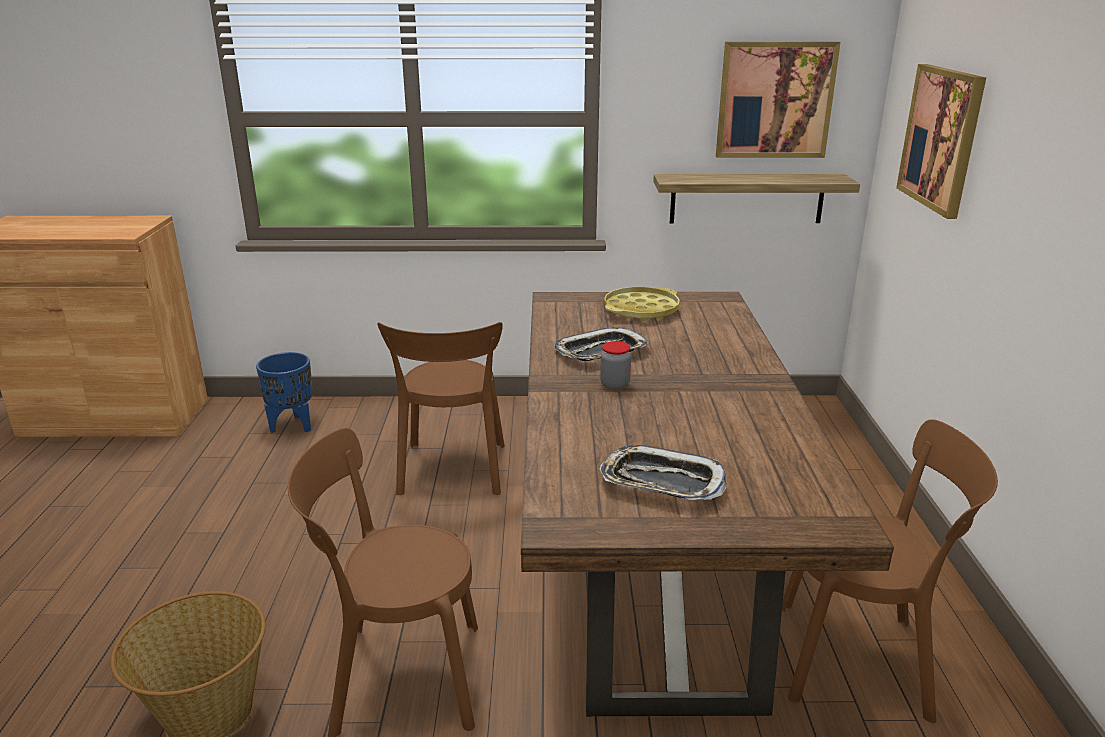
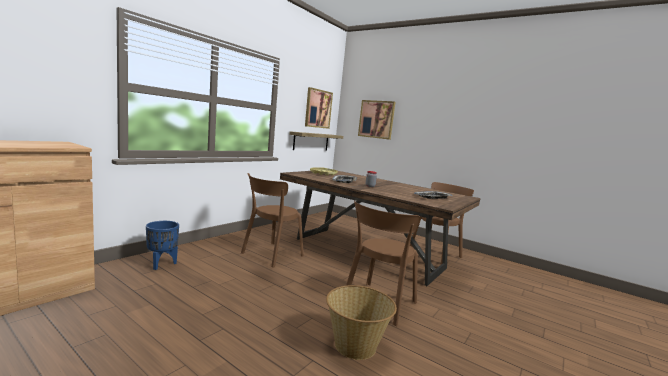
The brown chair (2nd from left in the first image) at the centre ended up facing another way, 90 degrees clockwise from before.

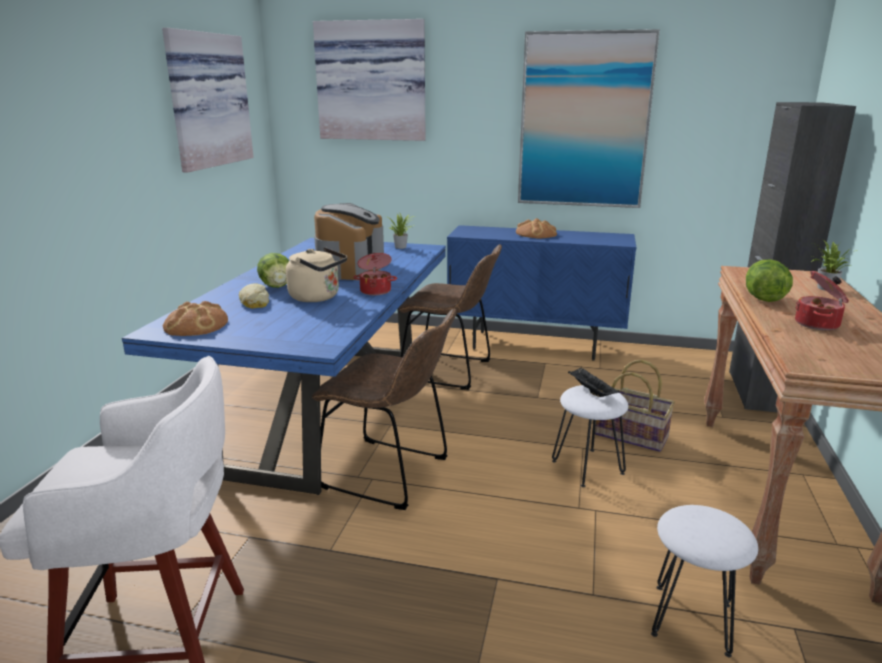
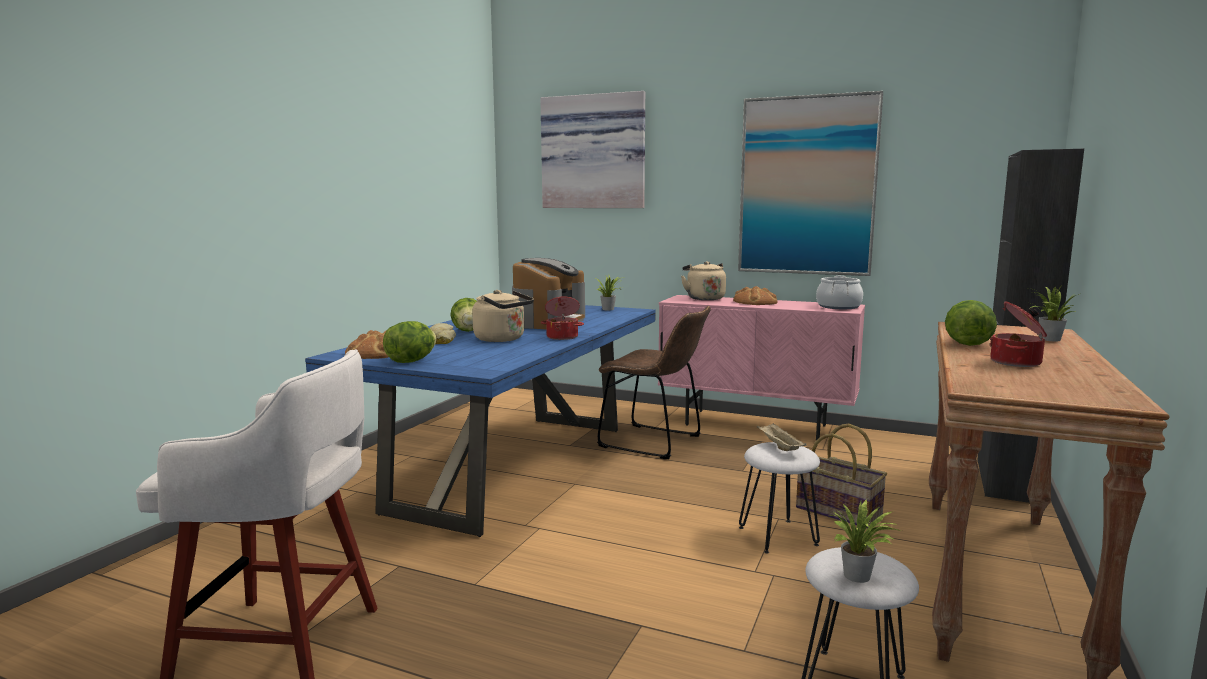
The second view gained the lettuce (1st from left) at the centre. What was the blue cabinet at the centre turned into the pink cabinet at the centre. The second view gained the beige kettle (2nd from left) at the centre. What was the black tray at the middle right turned into the beige tray at the centre. The second view gained the cooking pot (2nd from left) at the middle right. The second view gained the potted plant (2nd from left) at the bottom right. The second view lost the picture (1st from left) at the top left. The second view lost the brown chair (1st from left) at the centre.

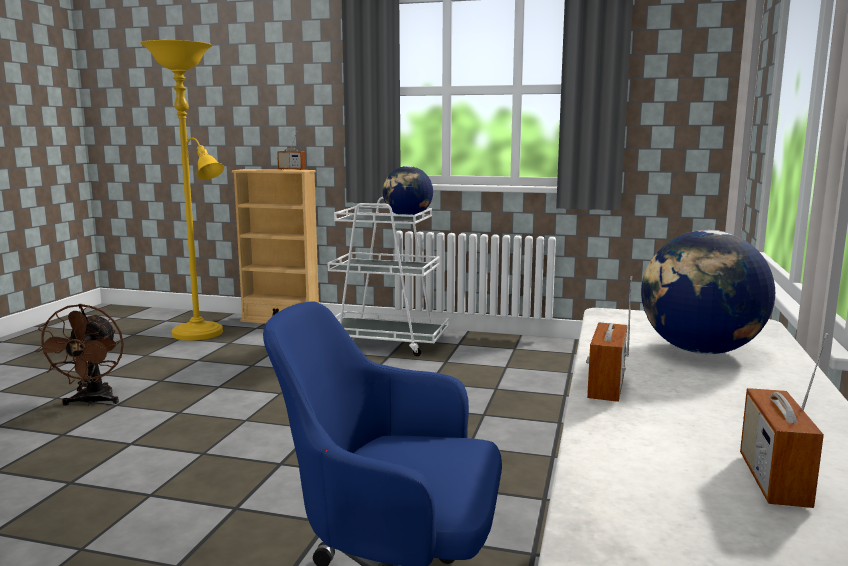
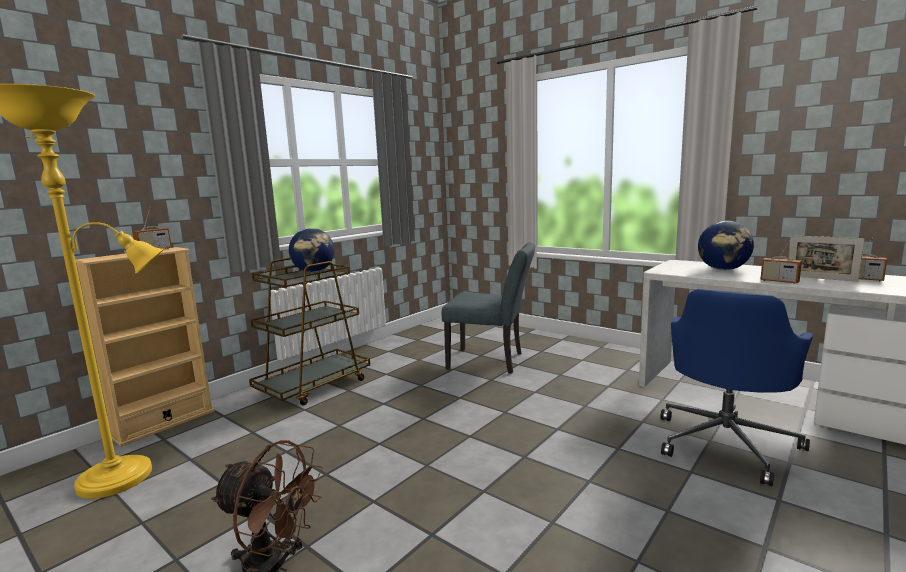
What was the white cart at the centre turned into the brown cart at the centre. The second view gained the grey chair at the centre. The second view gained the picture frame at the middle right.

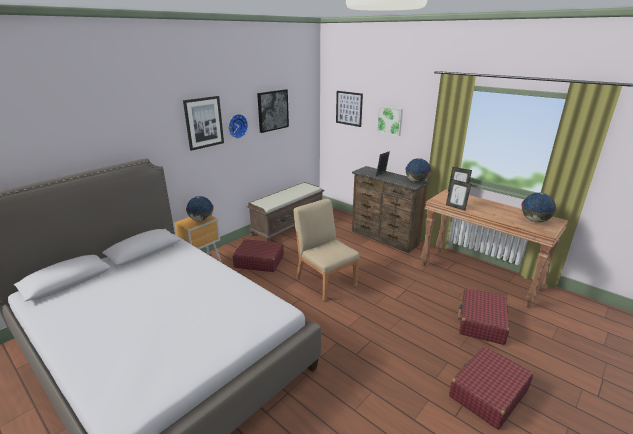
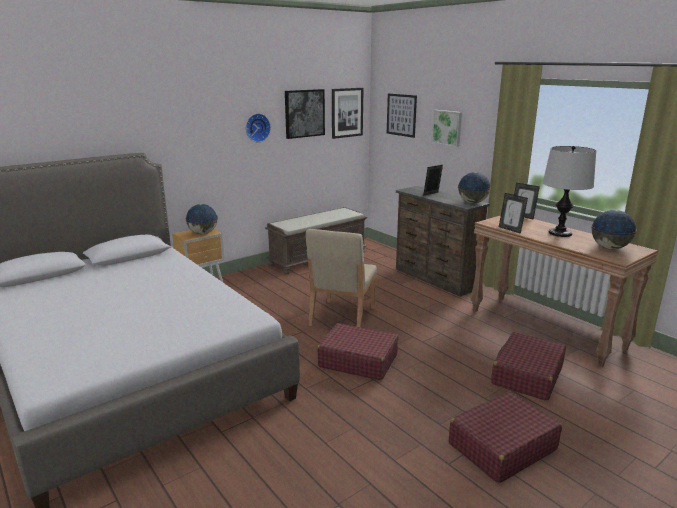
The beige chair at the centre ended up facing another way, 135 degrees counterclockwise from before. The red suitcase (1st from left) ended up elsewhere, having gone from the centre to the bottom centre. The picture (1st from left in the first image) ended up elsewhere, having gone from the top left to the top centre. The second view gained the table lamp at the middle right.

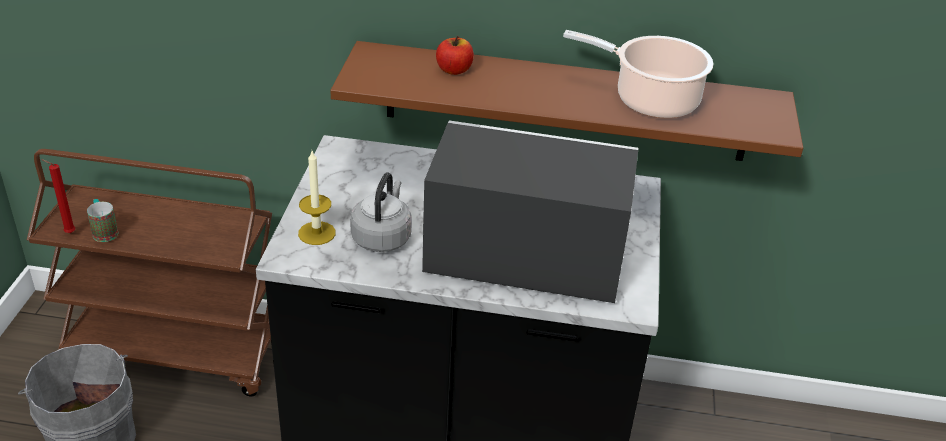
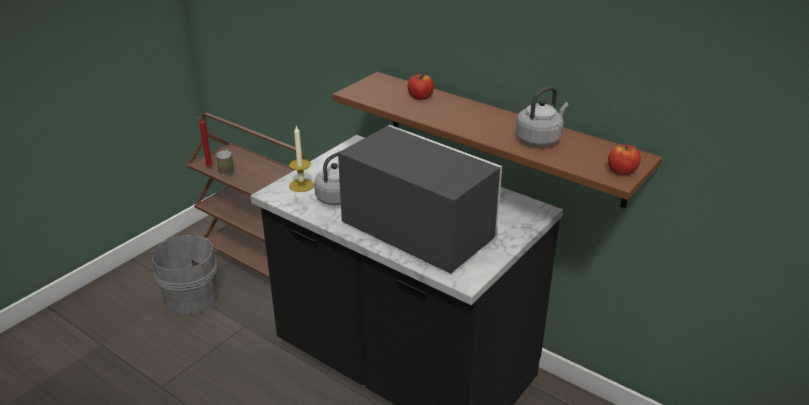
Where the cooking pot stood at the top right, the grey kettle (2nd from left) came to stand at the top right. The second view gained the apple (2nd from left) at the middle right.

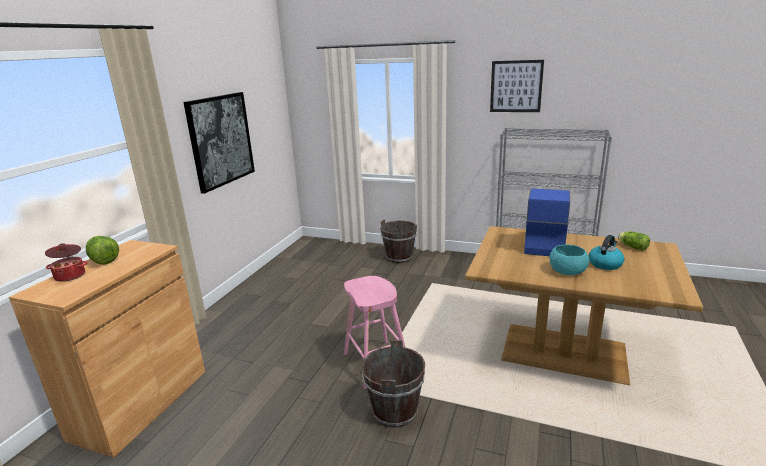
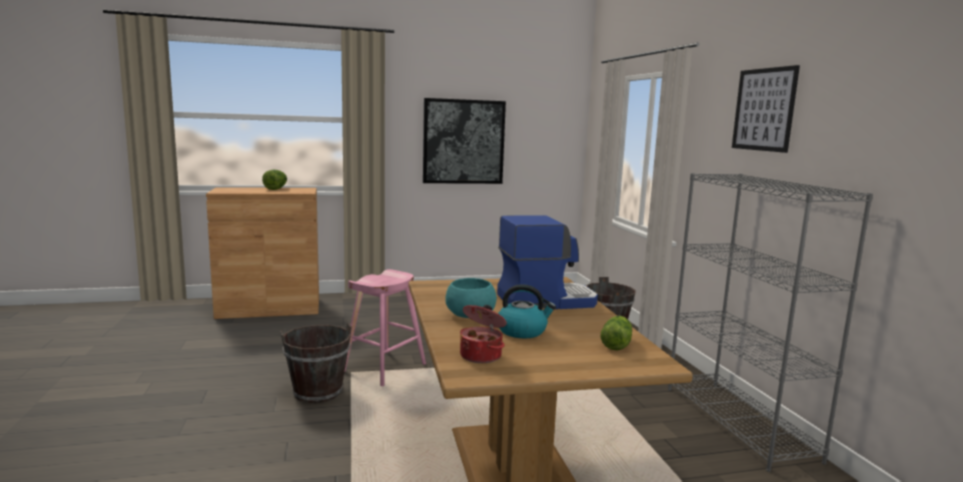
The cooking pot ended up elsewhere, having gone from the middle left to the bottom centre.

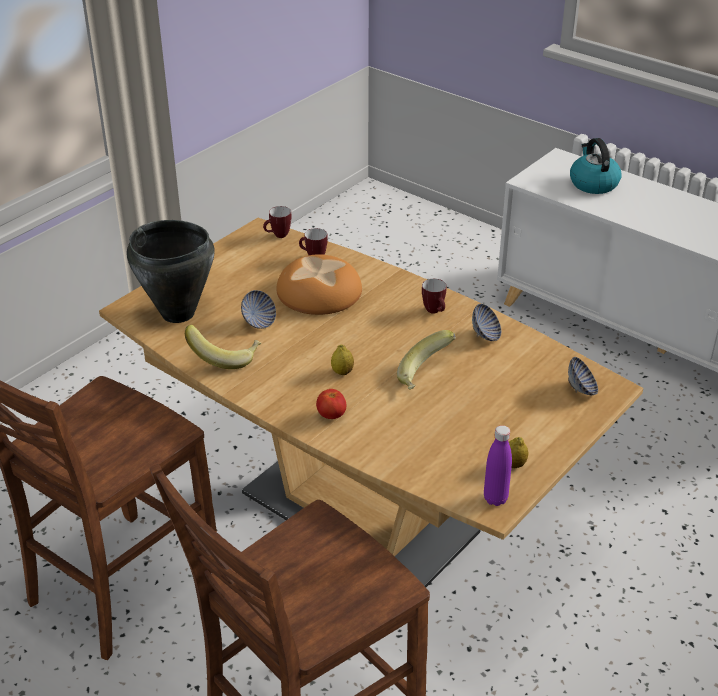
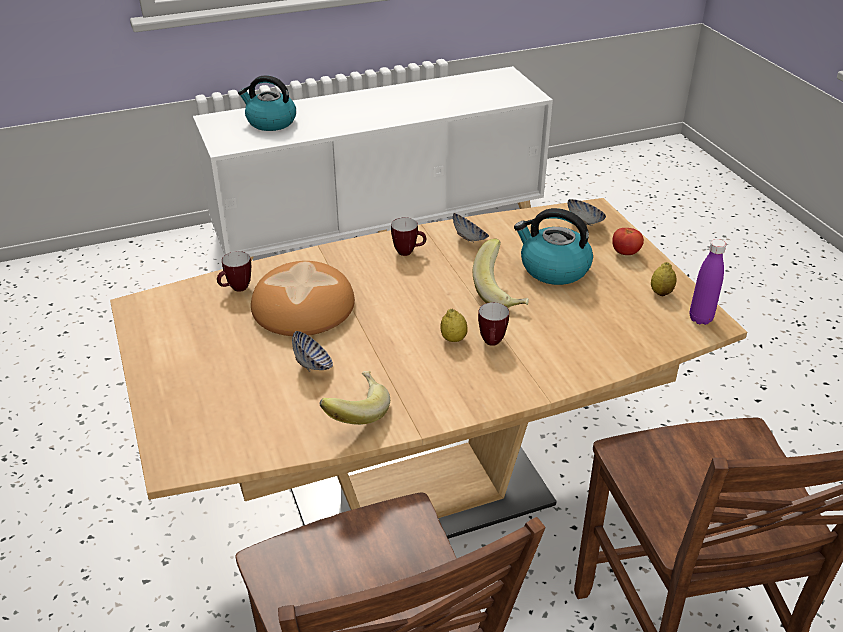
The mug (1st from left in the first image) ended up elsewhere, having gone from the top centre to the centre. The second view gained the kettle (2nd from left) at the centre. The tomato ended up elsewhere, having gone from the centre to the middle right. The second view lost the black cooking pot at the middle left.

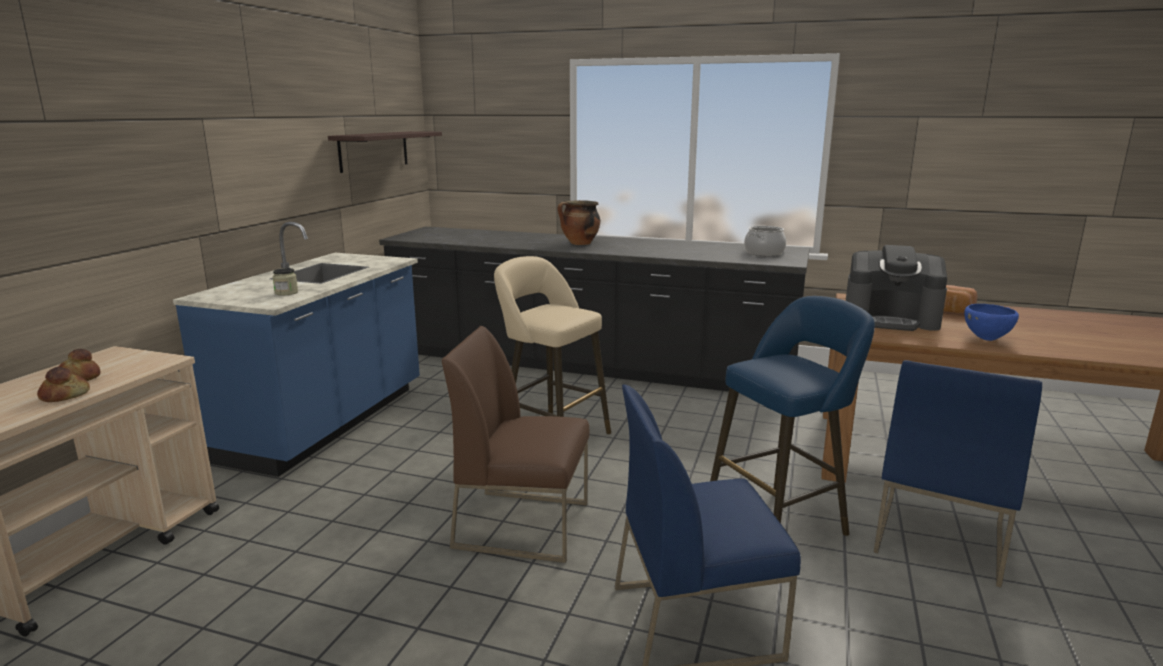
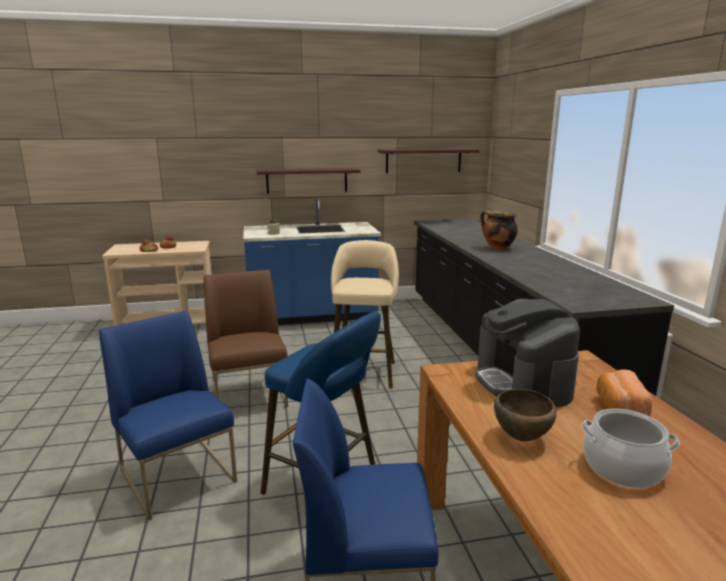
The second view gained the shelf (1st from left) at the top centre. What was the blue bowl at the middle right turned into the brown bowl at the bottom right. The cooking pot (2nd from left) ended up elsewhere, having gone from the centre to the bottom right.

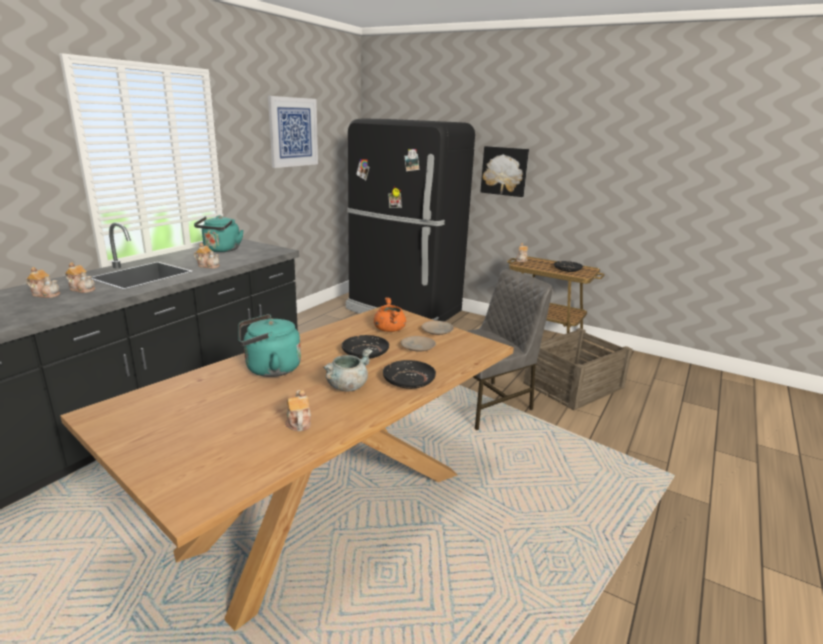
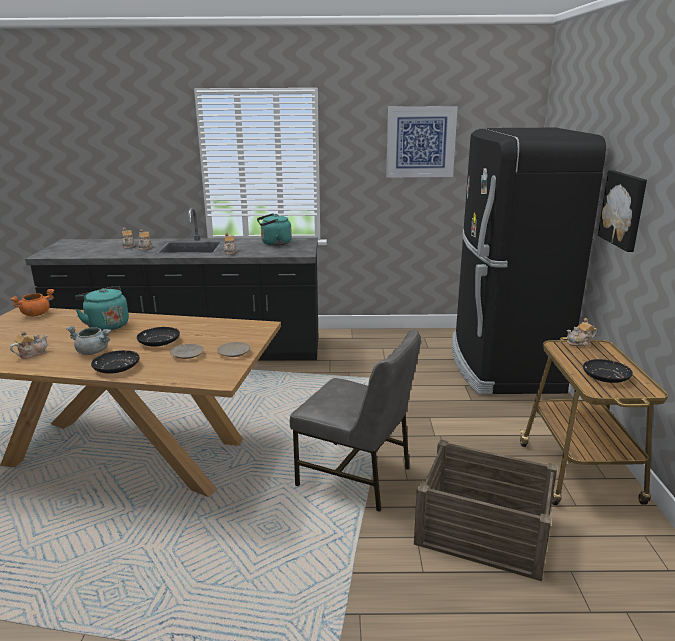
The orange cooking pot ended up elsewhere, having gone from the centre to the middle left.

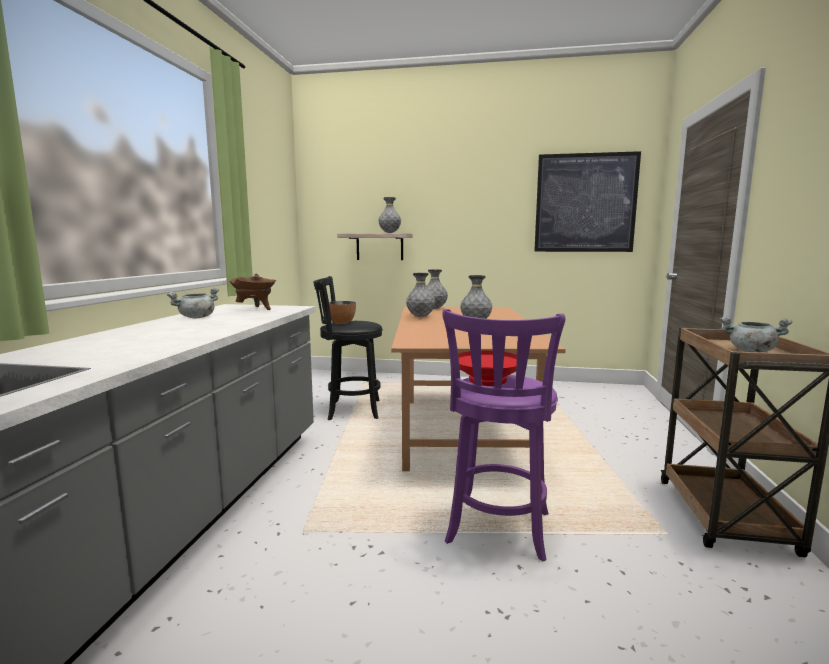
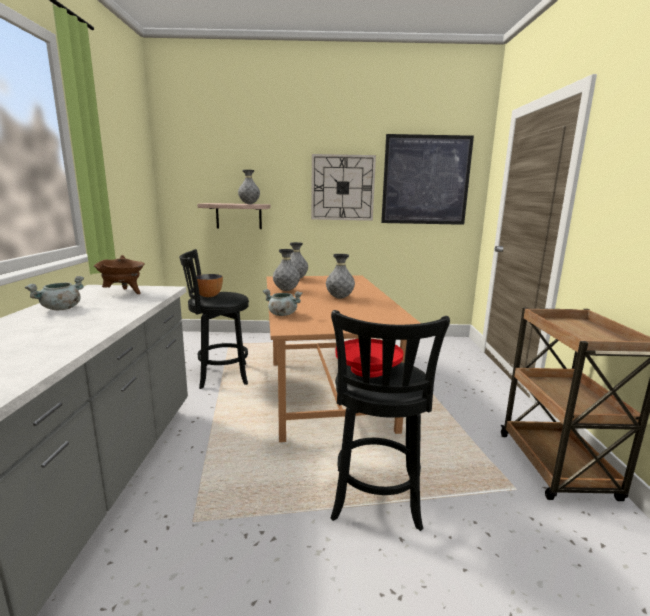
The grey cooking pot (2nd from left) ended up elsewhere, having gone from the middle right to the centre. The second view gained the wall clock at the top centre. What was the purple stool at the centre turned into the black stool (2nd from left) at the bottom centre.

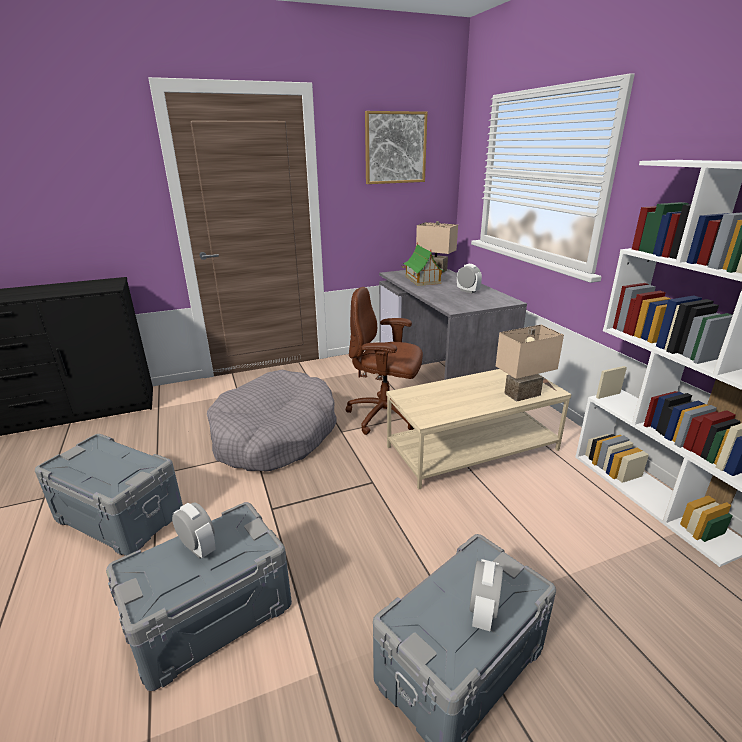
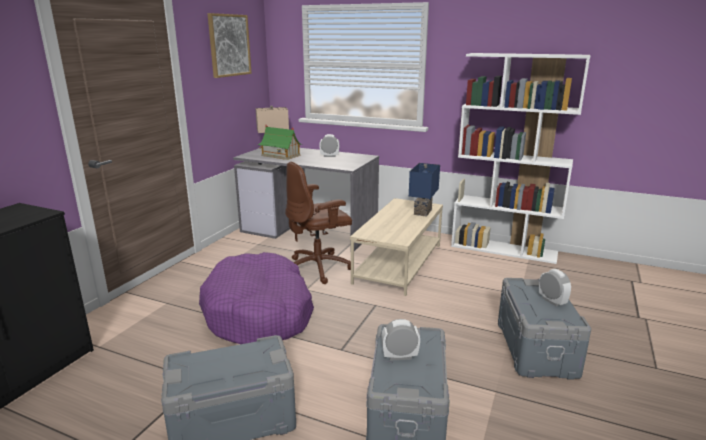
What was the grey dog bed at the centre turned into the purple dog bed at the bottom centre. What was the beige table lamp (2nd from left) at the middle right turned into the blue table lamp at the centre.

